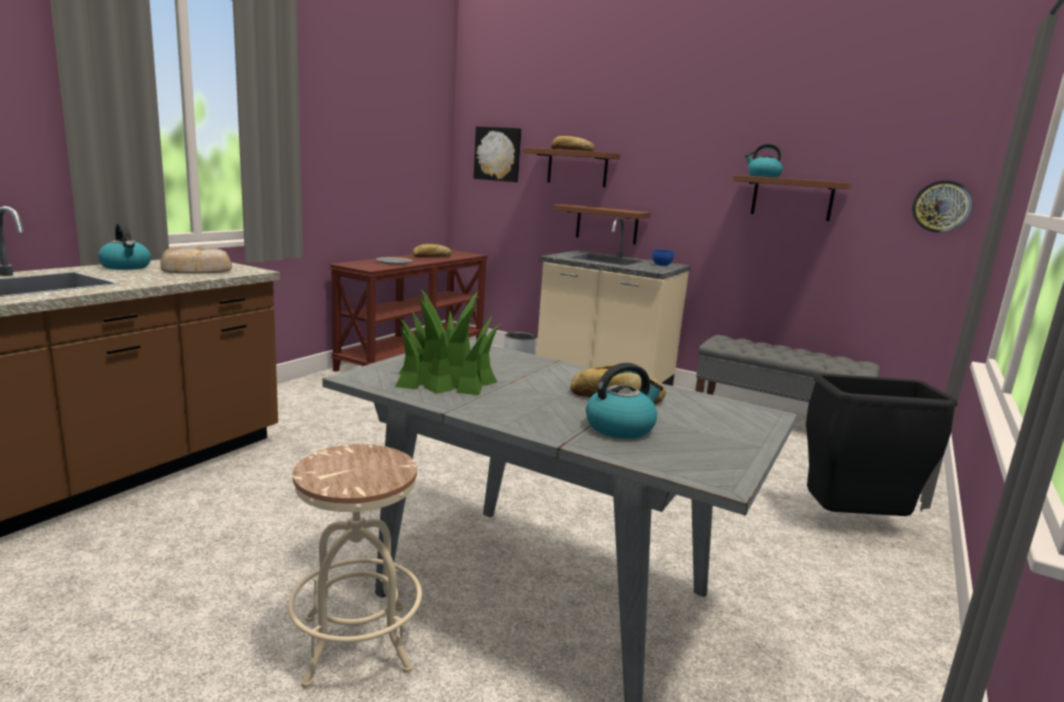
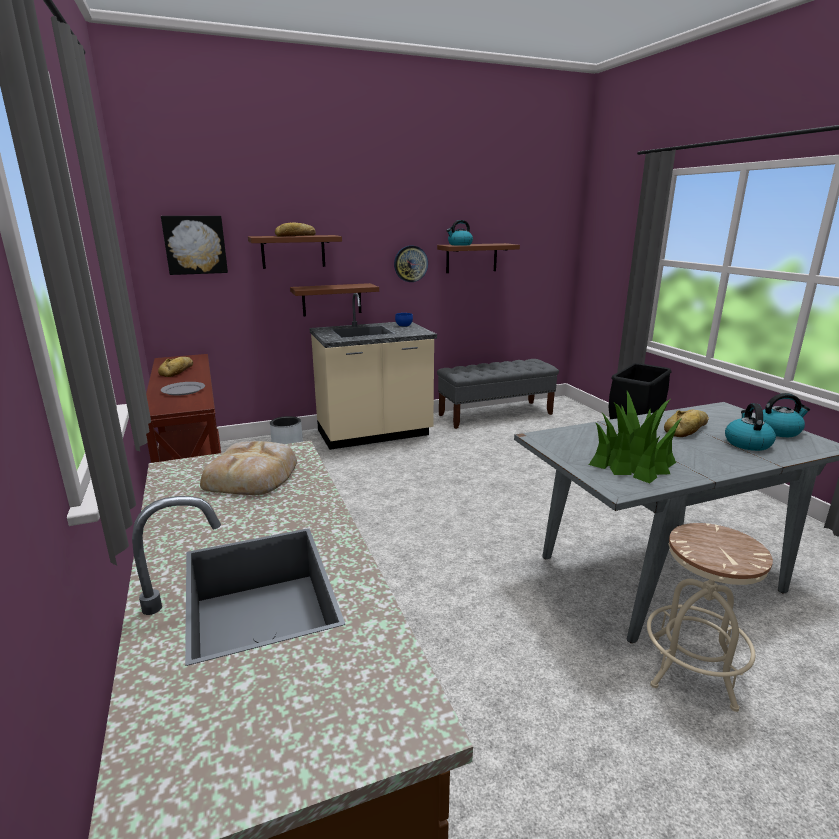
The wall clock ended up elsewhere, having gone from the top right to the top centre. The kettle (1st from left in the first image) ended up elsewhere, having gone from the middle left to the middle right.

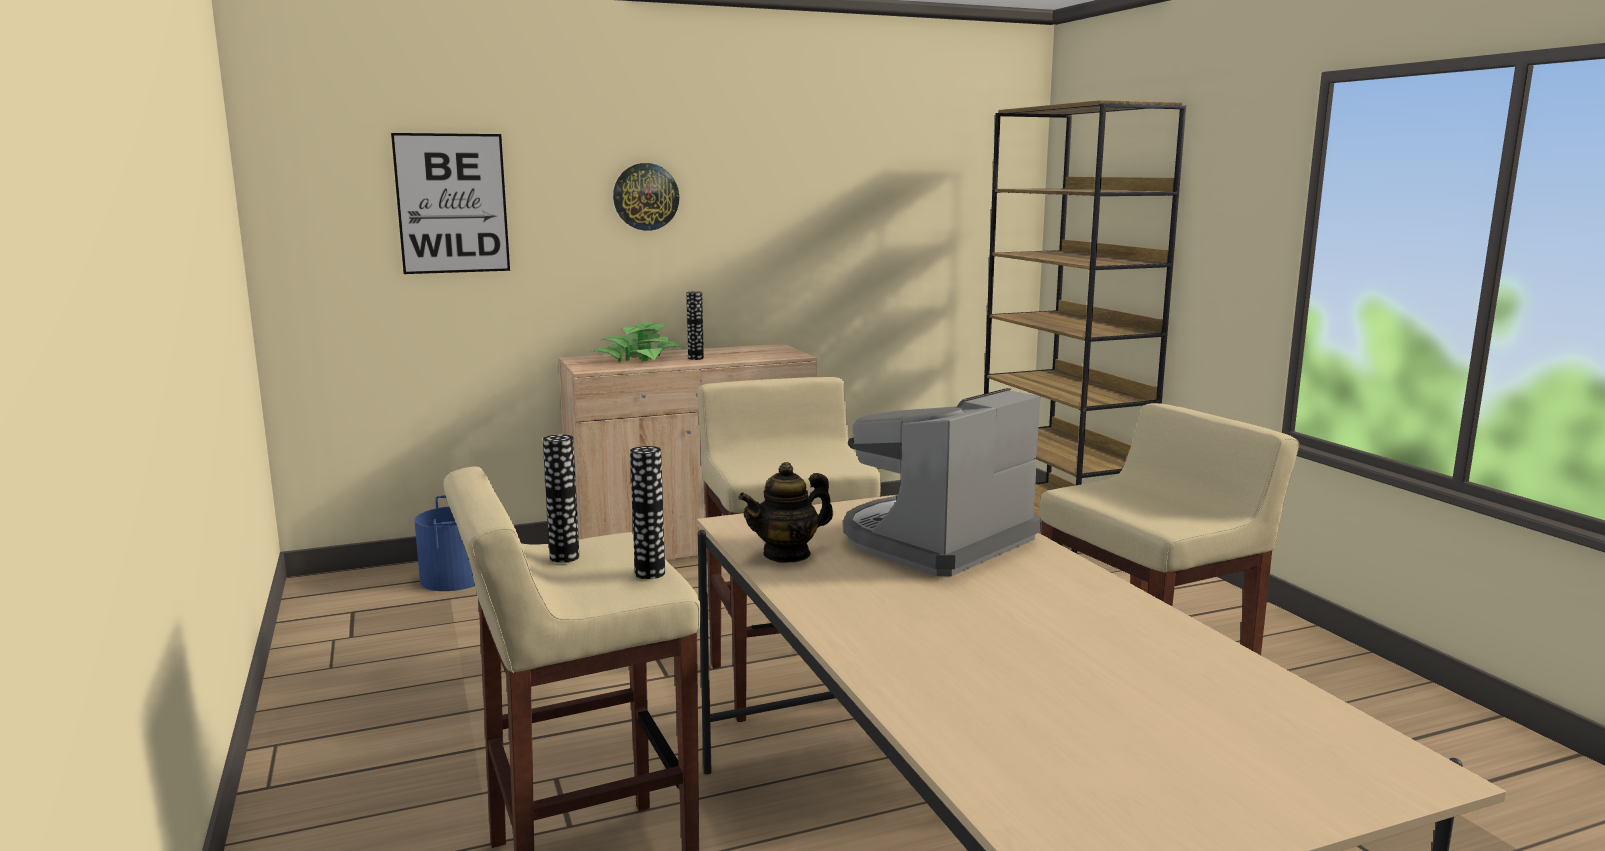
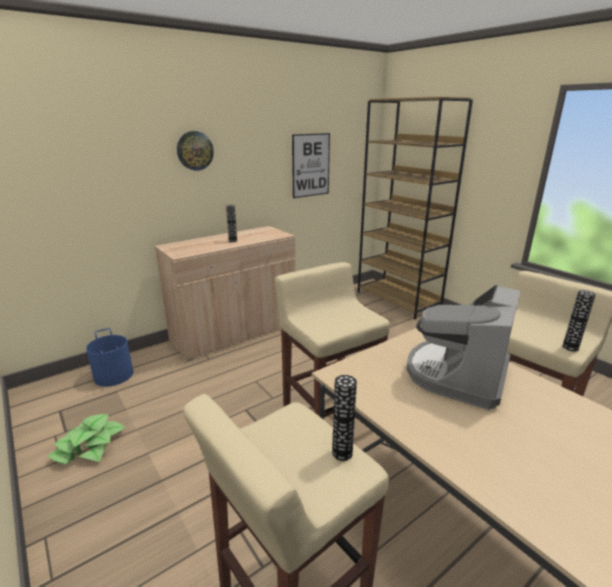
The potted plant ended up elsewhere, having gone from the centre to the bottom left. The picture ended up elsewhere, having gone from the top left to the top centre. The vase (1st from left in the first image) ended up elsewhere, having gone from the centre to the middle right. The second view lost the teapot at the centre.

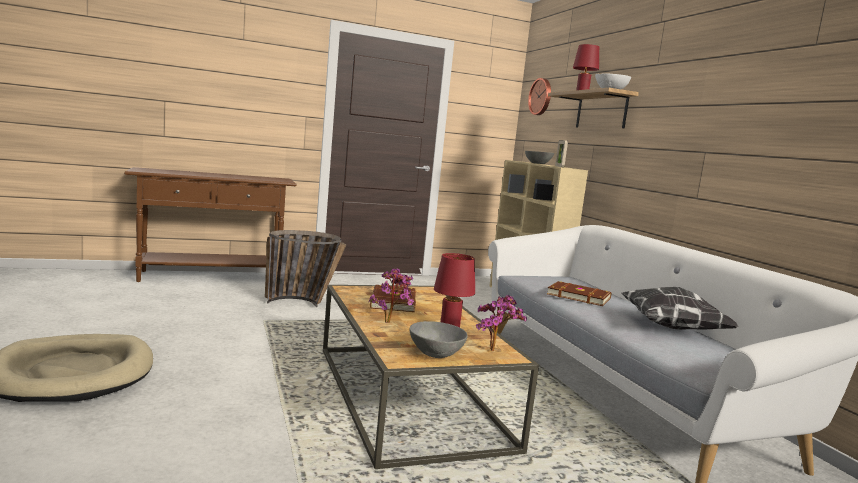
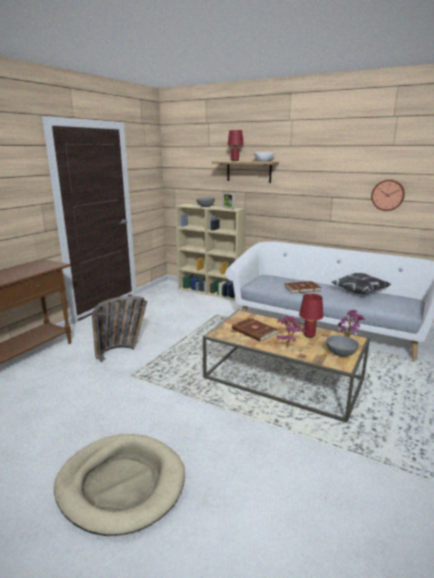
The wall clock ended up elsewhere, having gone from the top centre to the middle right.

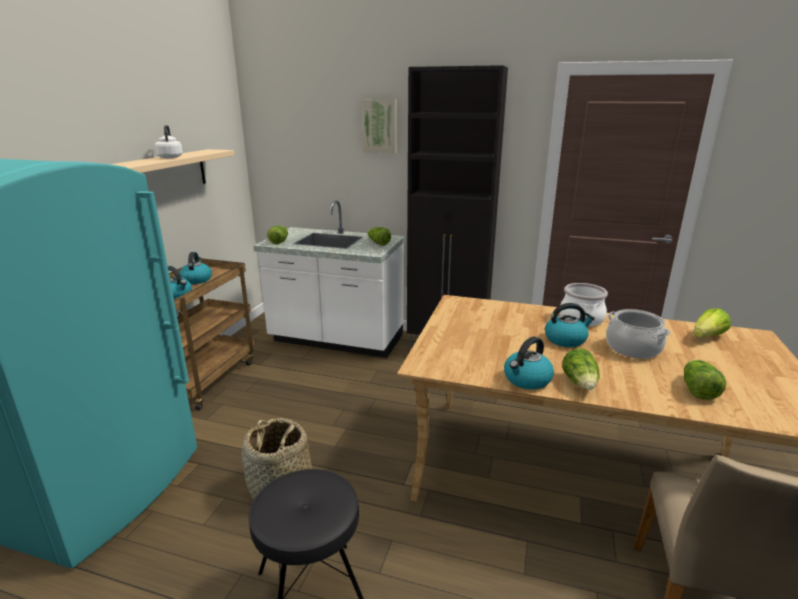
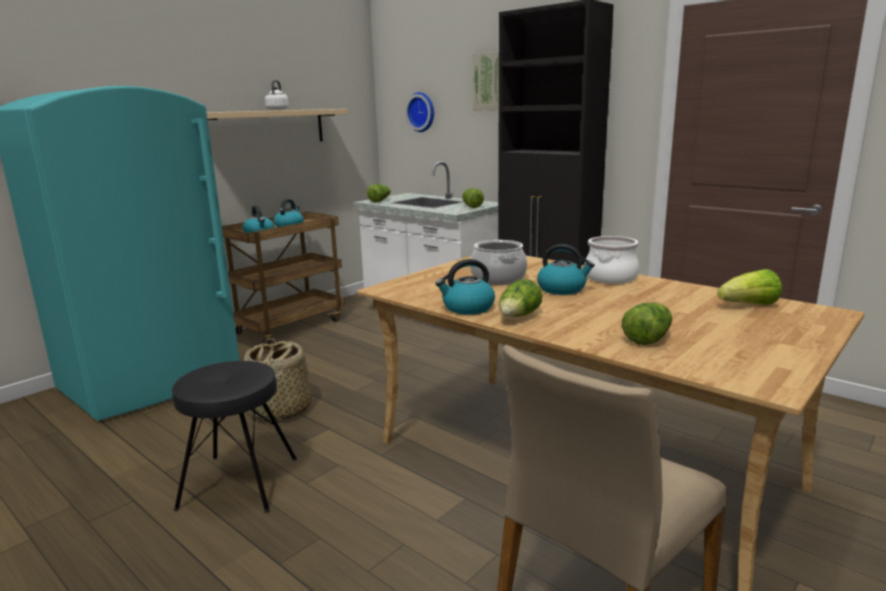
The second view gained the wall clock at the top centre. The cooking pot (2nd from left in the first image) ended up elsewhere, having gone from the middle right to the centre.

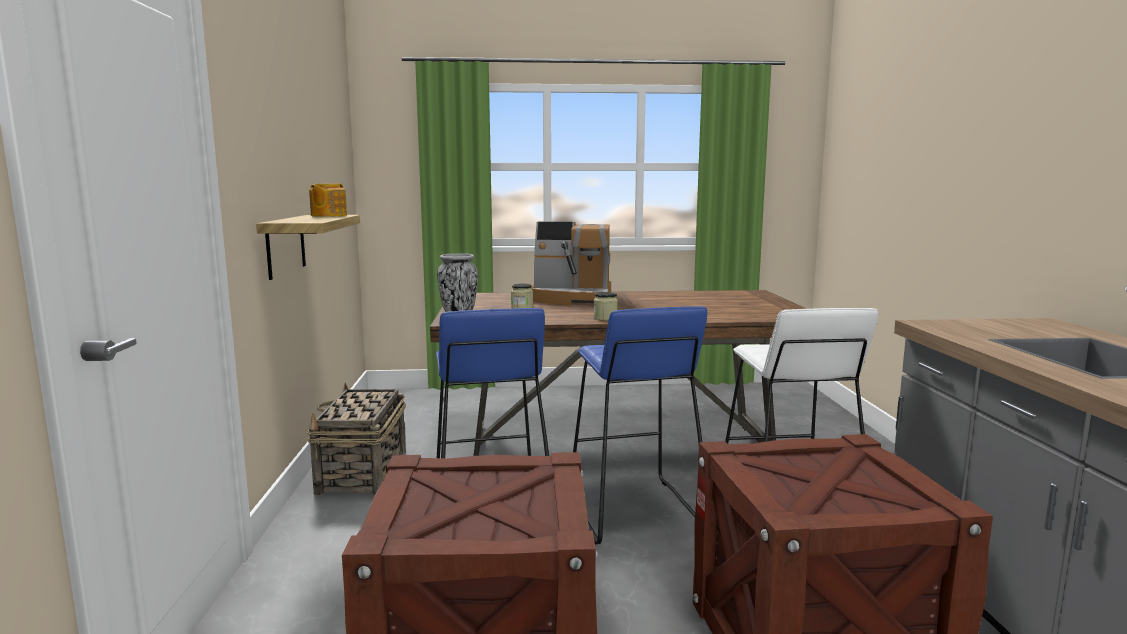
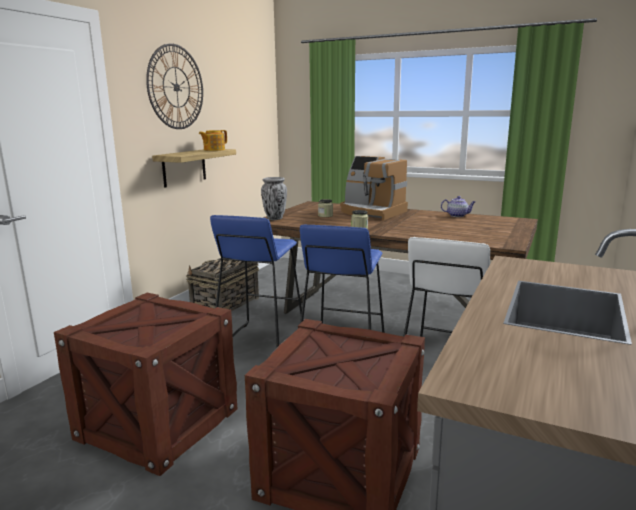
The second view gained the wall clock at the top left. The second view gained the teapot (2nd from left) at the middle right.

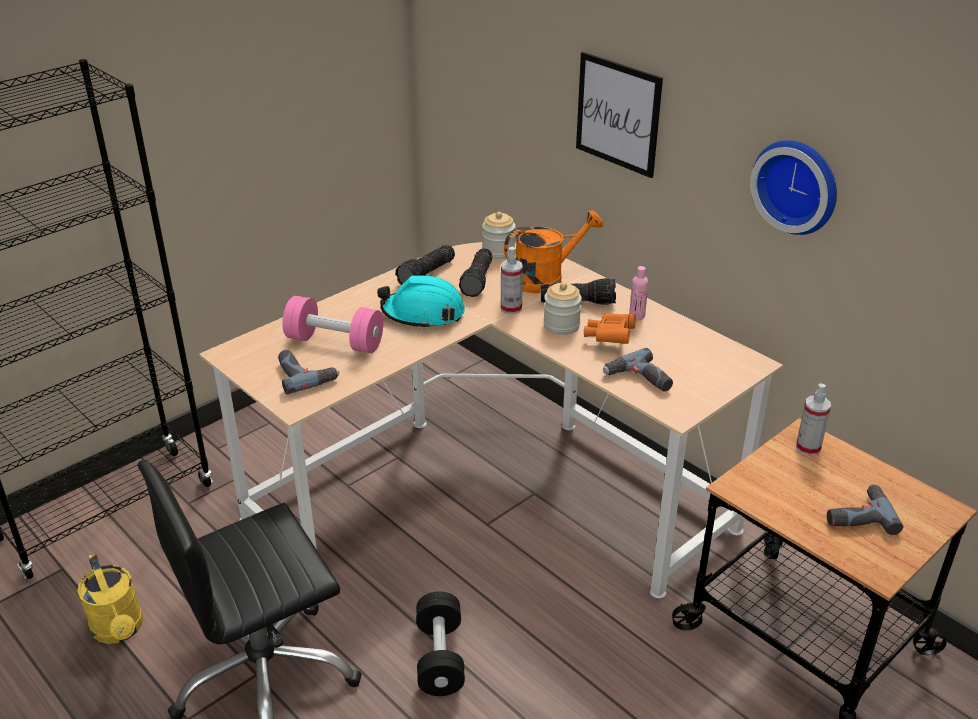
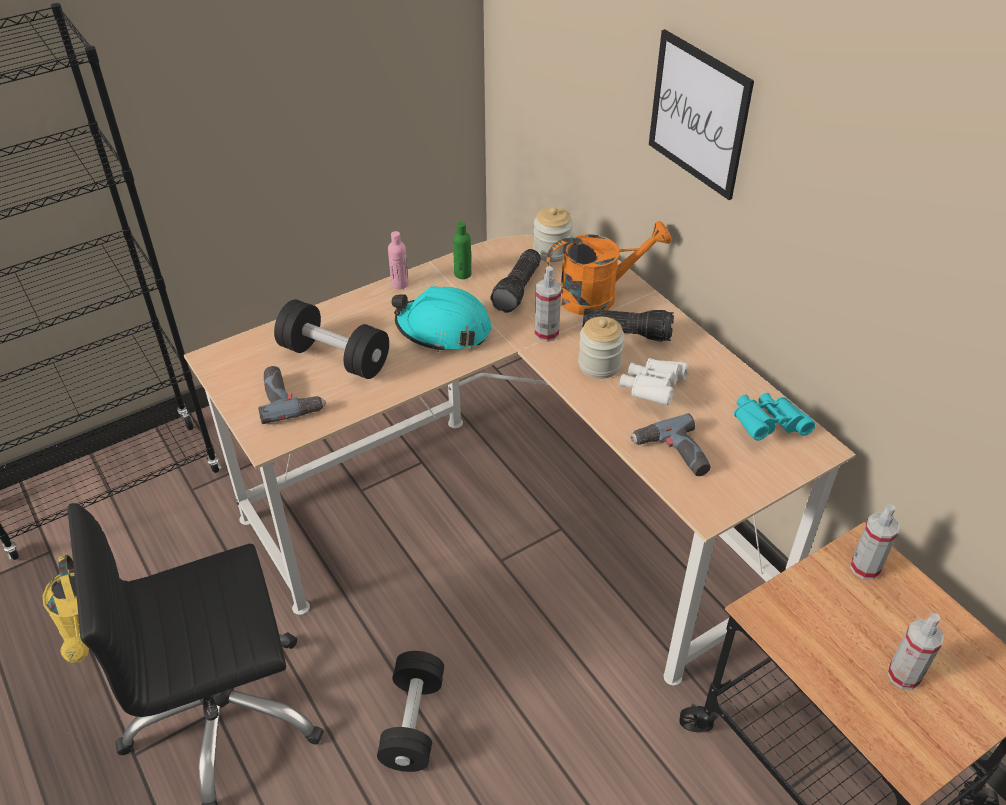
What was the pink dumbbell at the centre turned into the black dumbbell (1st from left) at the middle left. The pink bottle ended up elsewhere, having gone from the centre to the top centre. Where the flashlight (1st from left) stood at the centre, the green bottle came to stand at the top centre. What was the orange binoculars at the centre turned into the white binoculars at the centre. The second view gained the turquoise binoculars at the middle right. Where the power drill (3rd from left) stood at the bottom right, the spray bottle (3rd from left) came to stand at the bottom right. The second view lost the wall clock at the top right.

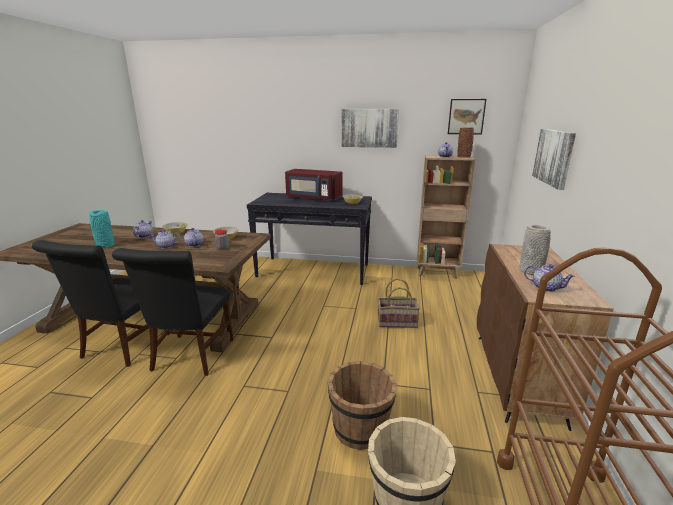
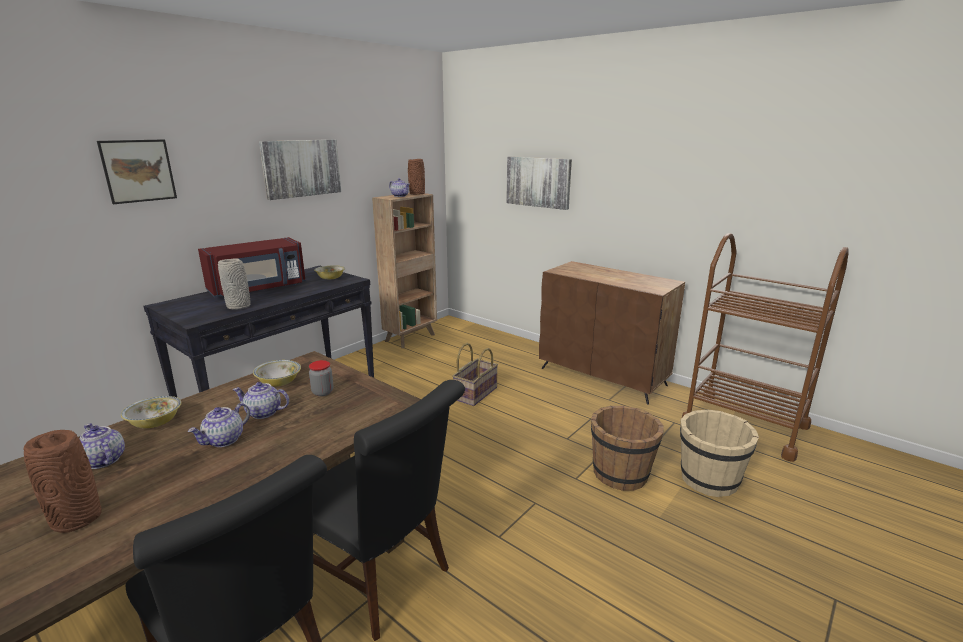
What was the turquoise vase at the middle left turned into the brown vase (1st from left) at the bottom left. The picture (2nd from left in the first image) ended up elsewhere, having gone from the top right to the top left. The grey vase ended up elsewhere, having gone from the middle right to the middle left. The second view lost the teapot (5th from left) at the middle right.

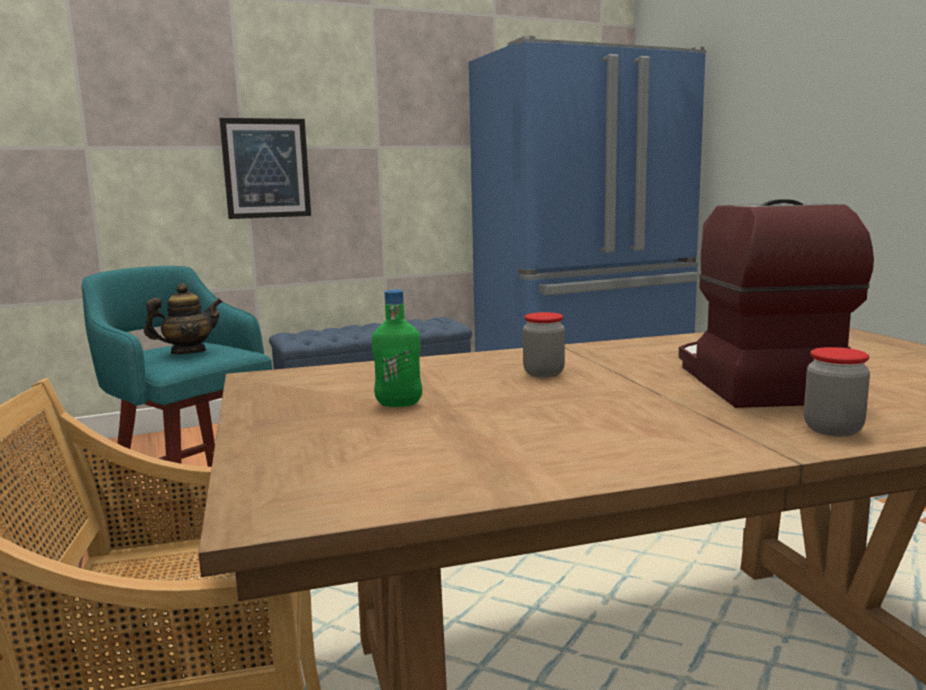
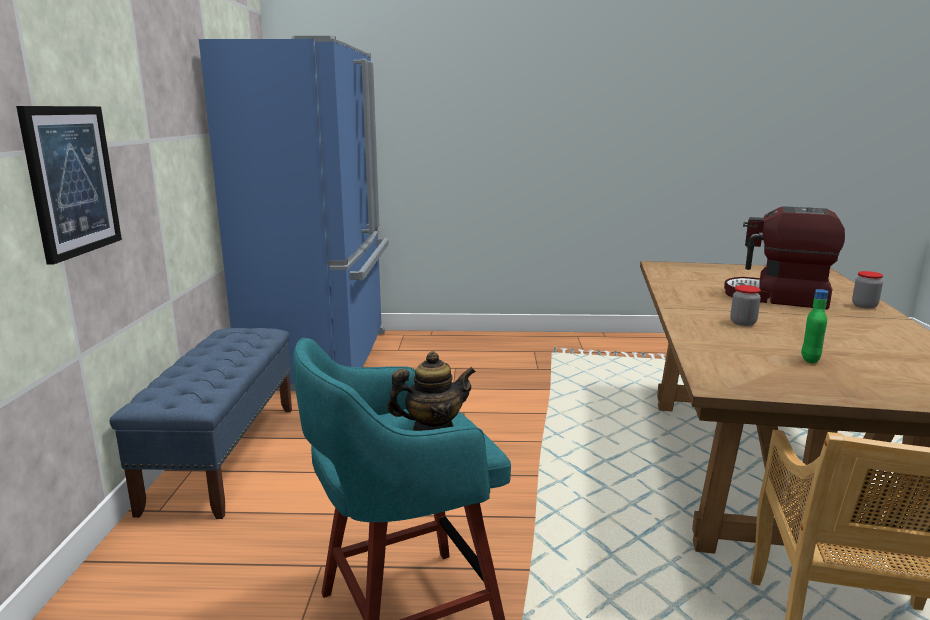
The teapot at the middle left ended up facing another way, 75 degrees clockwise from before.

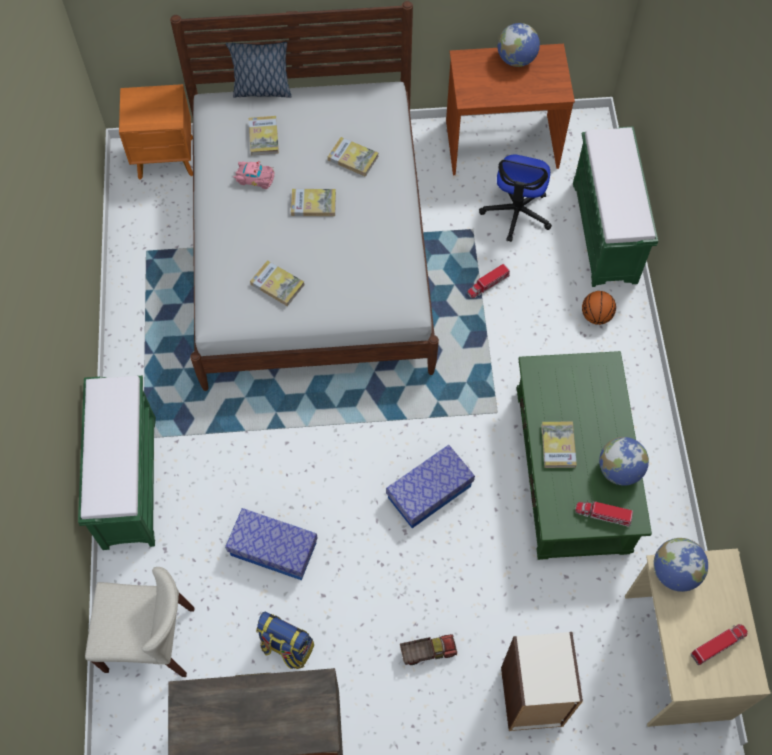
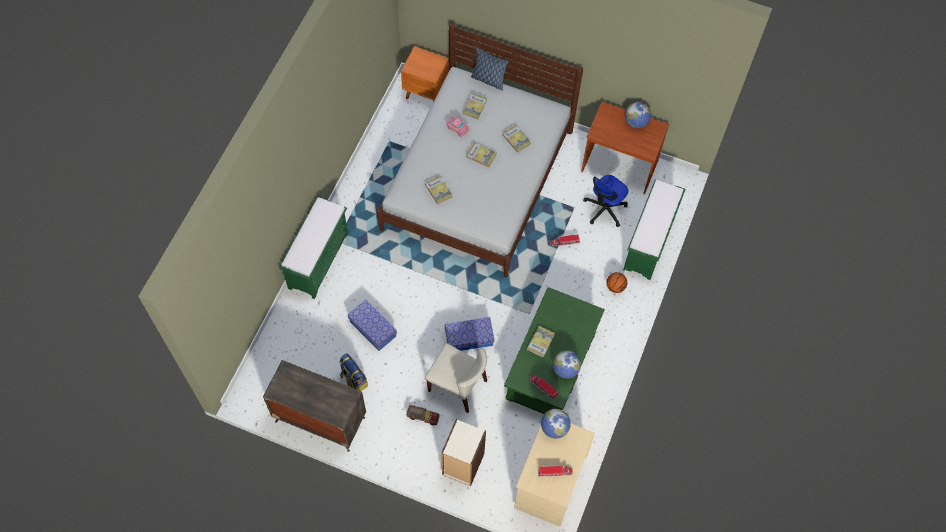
The beige chair ended up elsewhere, having gone from the bottom left to the bottom centre.

